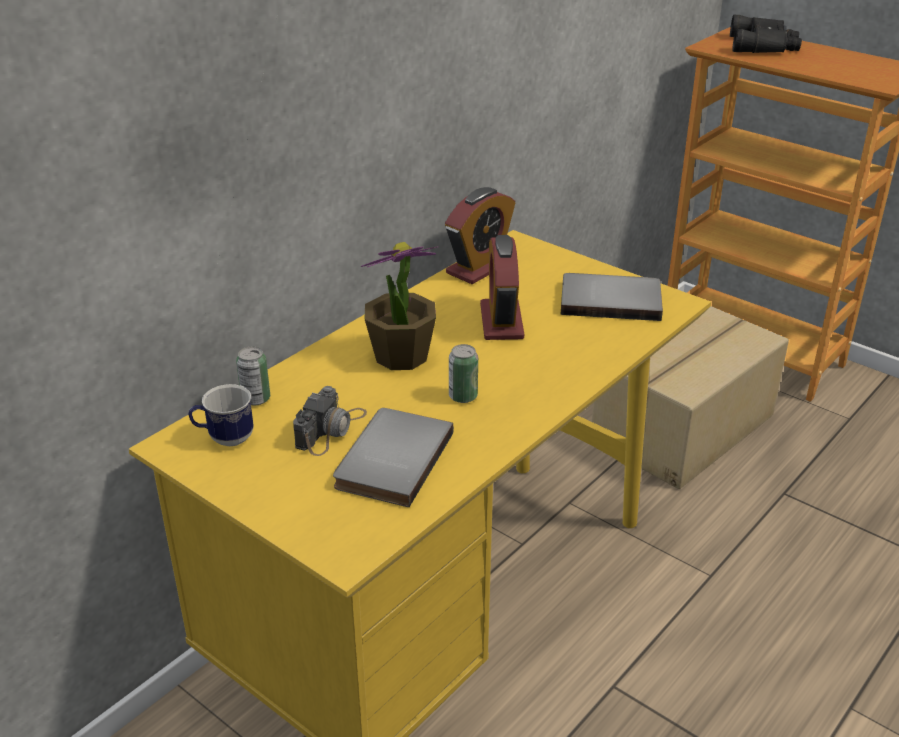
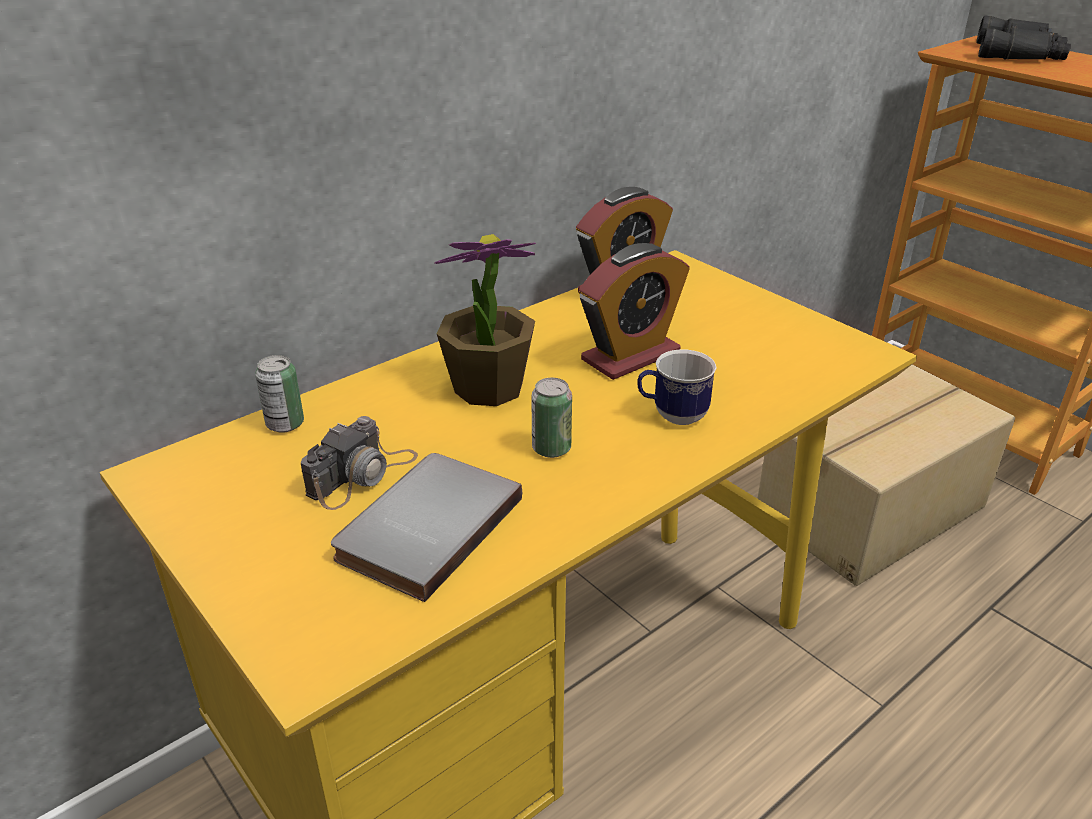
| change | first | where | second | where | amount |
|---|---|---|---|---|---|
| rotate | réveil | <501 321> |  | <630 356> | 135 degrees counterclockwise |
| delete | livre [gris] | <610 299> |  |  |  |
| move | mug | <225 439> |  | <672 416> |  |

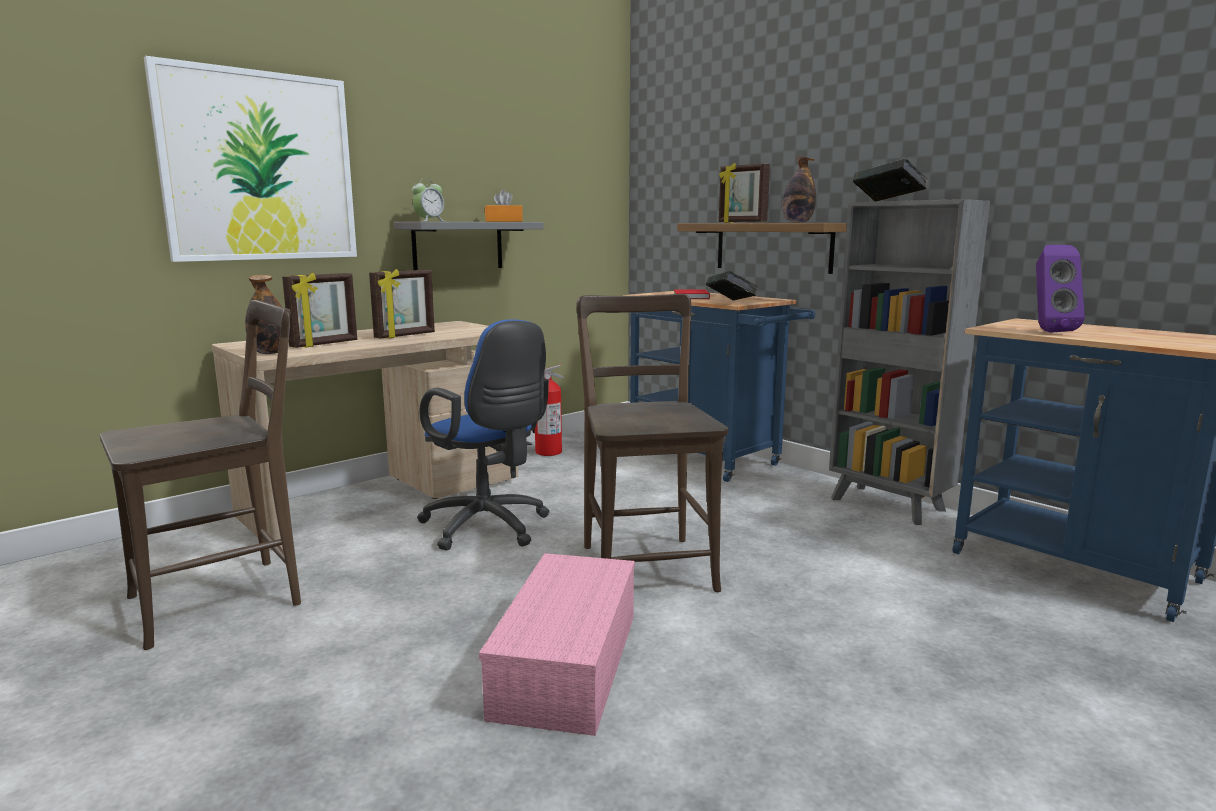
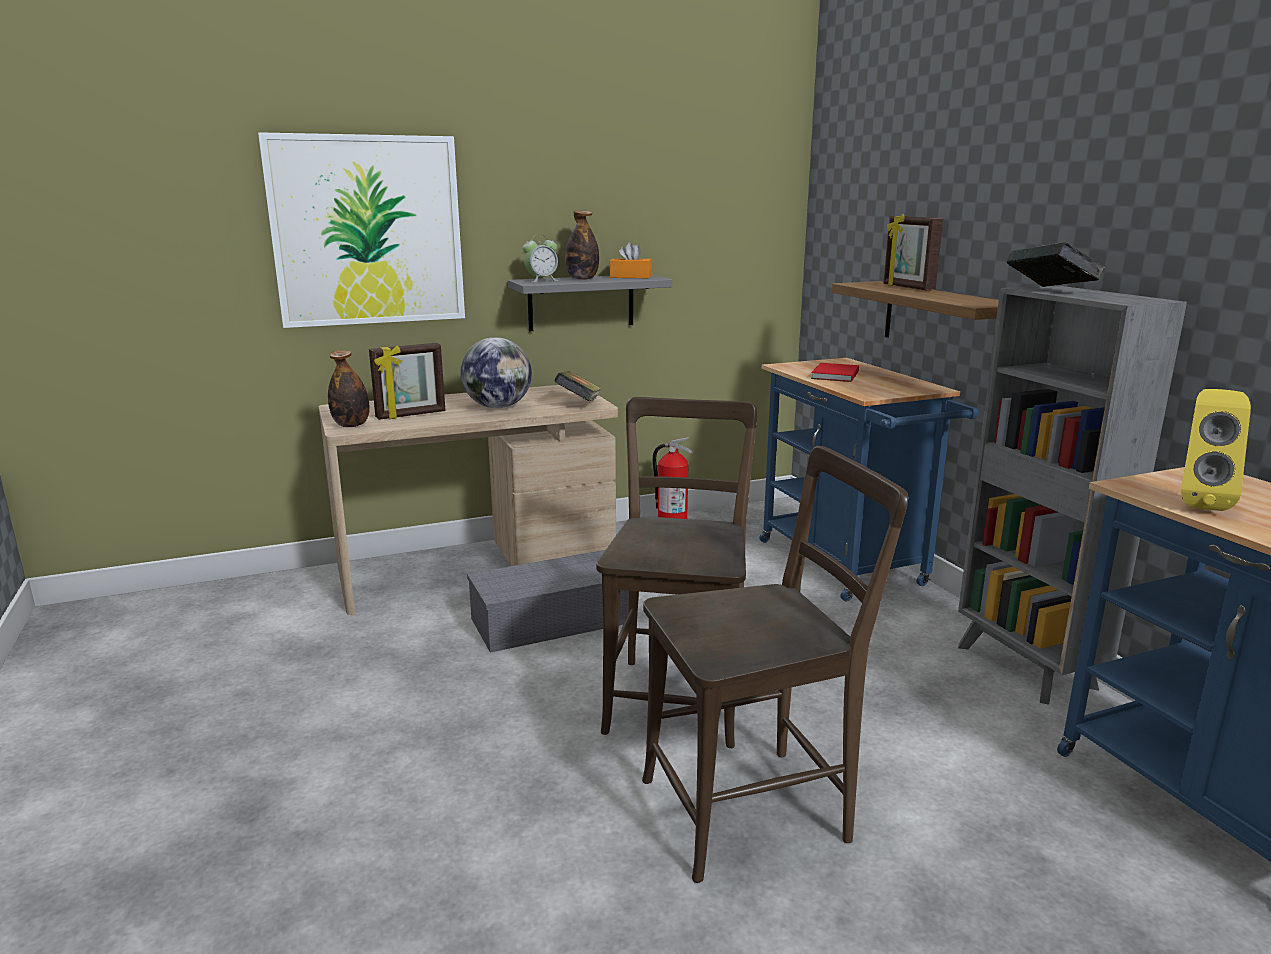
| change | first | where | second | where | amount |
|---|---|---|---|---|---|
| move | bouteille | <797 222> |  | <582 279> |  |
| recolor | enceinte [violet] | <1048 331> | enceinte [jaune] | <1199 503> |  |
| replace | cadre photo | <405 335> | globe | <498 407> |  |
| move | livre | <731 303> |  | <579 404> |  |
| move | chaise [marron] | <226 598> |  | <755 808> |  |
| replace | chaise de bureau [bleu] | <489 528> | boîte de rangement [gris] | <550 621> |  |
| delete | boîte de rangement [rose] | <568 665> |  |  |  |

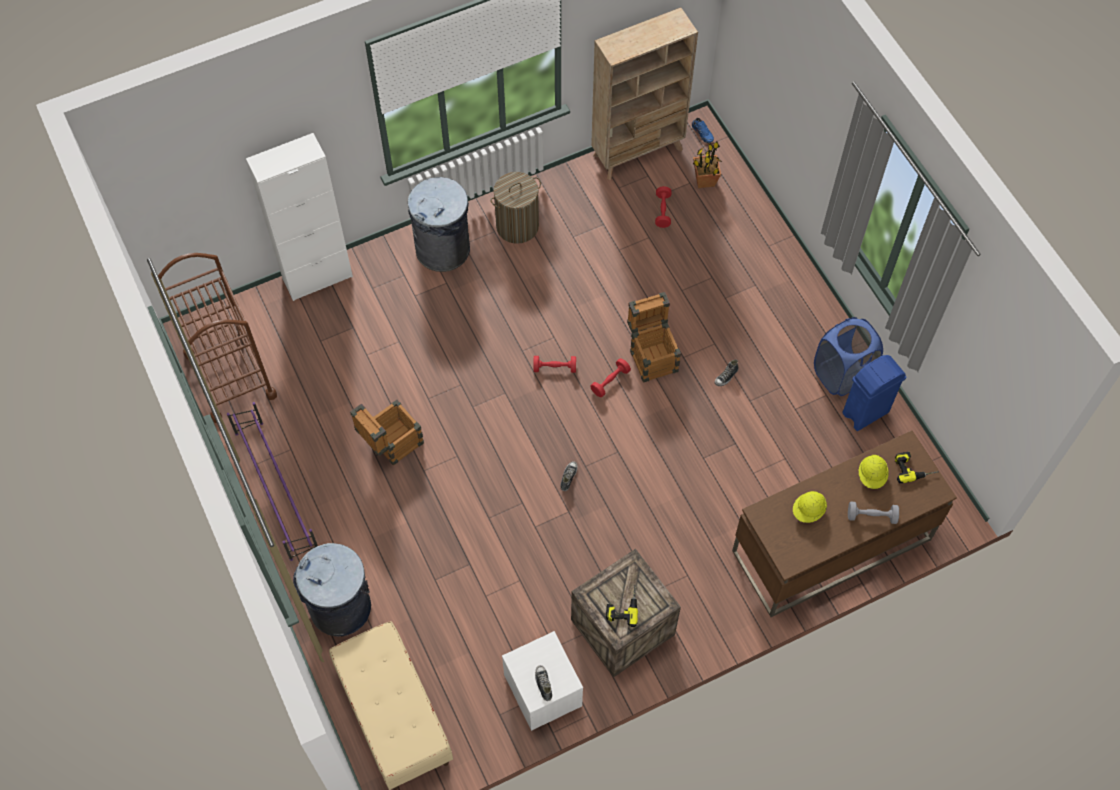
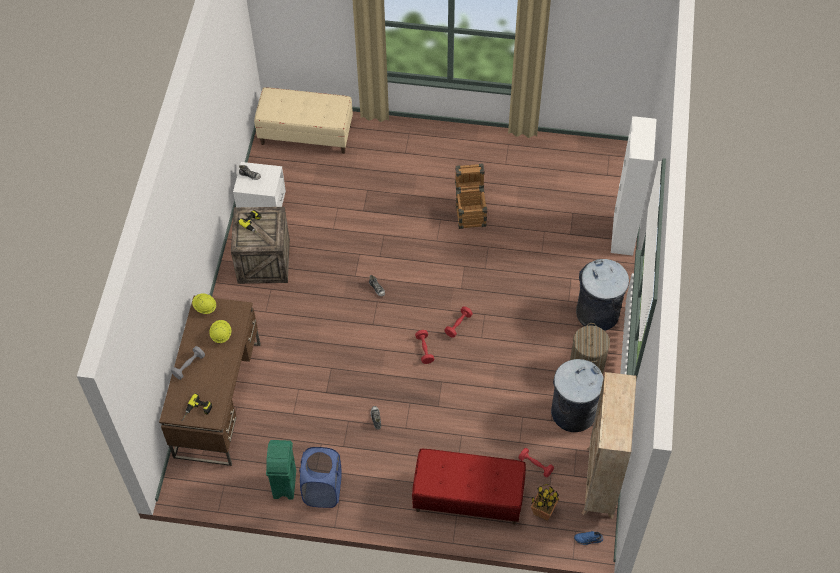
| change | first | where | second | where | amount |
|---|---|---|---|---|---|
| delete | chariot [marron] | <230 375> |  |  |  |
| delete | caisse | <652 356> |  |  |  |
| recolor | poubelle [bleu] | <866 413> | poubelle [vert] | <284 484> |  |
| delete | étagère à chaussures [violet] | <276 489> |  |  |  |
| move | casque de chantier [jaune] | <872 476> |  | <205 307> |  |
| move | poubelle [gris] | <341 608> |  | <573 412> |  |
| insert |  |  | banc [rouge] | <468 498> |  |

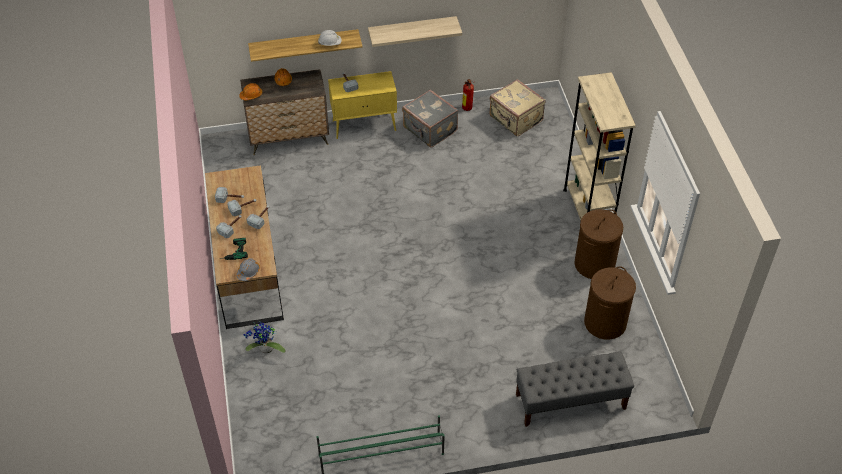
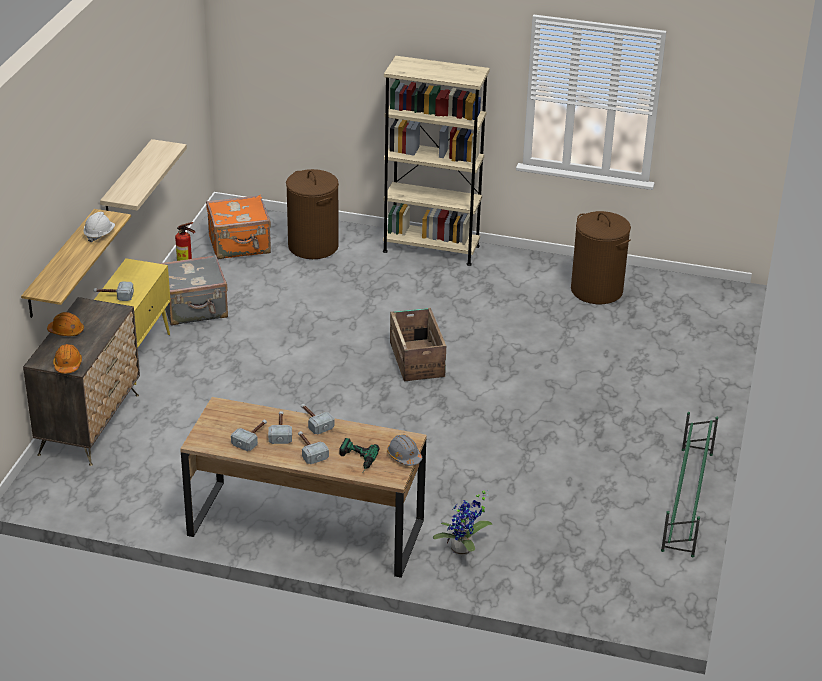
| change | first | where | second | where | amount |
|---|---|---|---|---|---|
| recolor | valise [beige] | <515 119> | valise [orange] | <240 245> |  |
| move | panier à linge [marron] | <594 264> |  | <313 246> |  |
| delete | banc [gris] | <570 402> |  |  |  |
| insert |  |  | caisse | <417 359> |  |

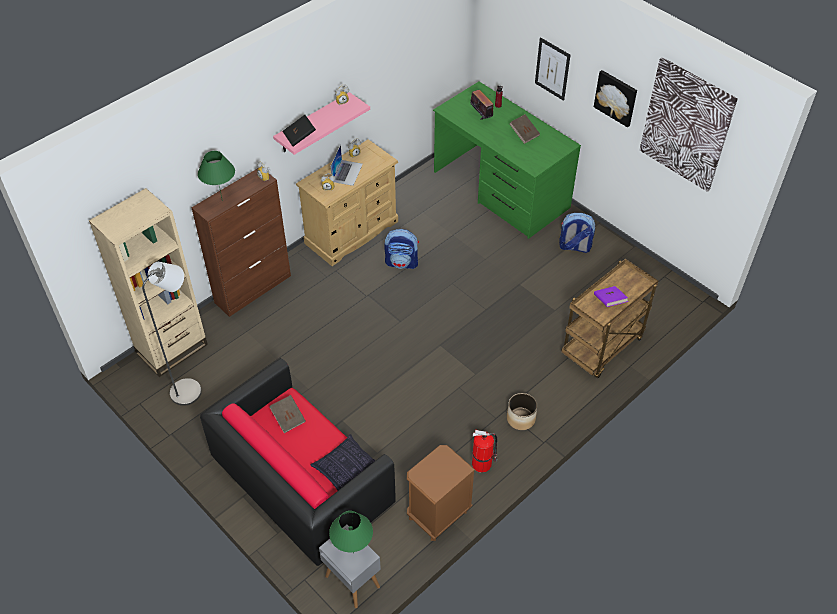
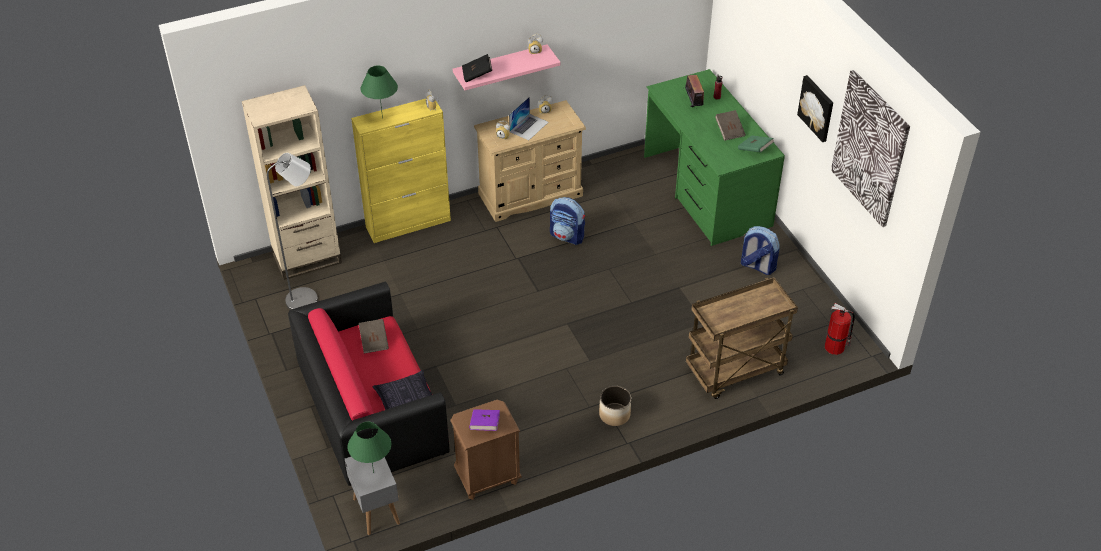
| change | first | where | second | where | amount |
|---|---|---|---|---|---|
| delete | tableau | <552 69> |  |  |  |
| recolor | meuble de rangement [marron] | <253 289> | meuble de rangement [jaune] | <408 223> |  |
| move | livre [violet] | <609 301> |  | <485 425> |  |
| move | extincteur | <482 463> |  | <835 347> |  |
| insert |  |  | livre [vert] | <755 150> |  |

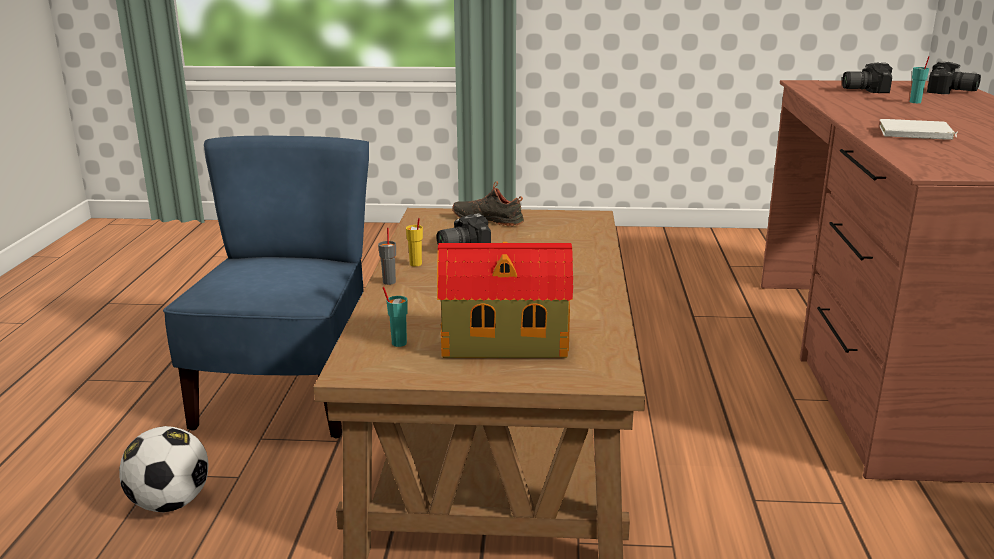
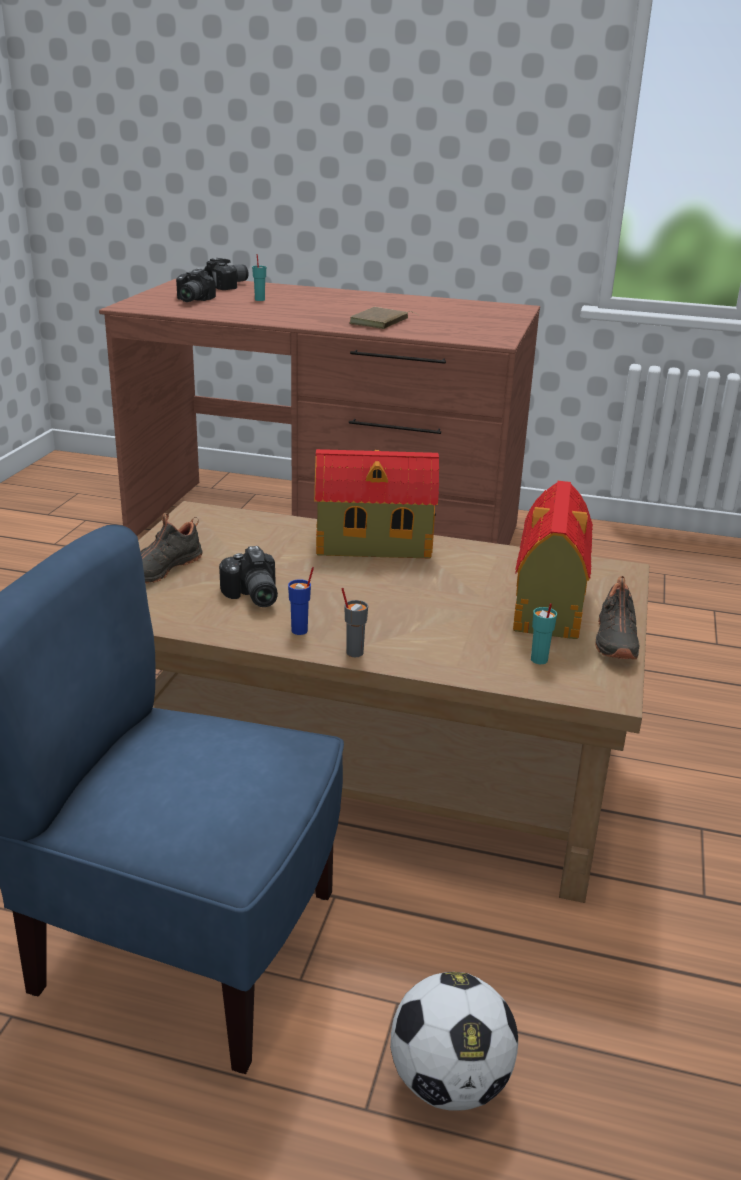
| change | first | where | second | where | amount |
|---|---|---|---|---|---|
| recolor | livre [blanc] | <914 134> | livre [marron] | <380 322> |  |
| recolor | tasse [jaune] | <415 264> | tasse [bleu] | <300 631> |  |
| insert |  |  | maison miniature | <370 545> |  |
| insert |  |  | chaussure [noir] | <614 639> |  |

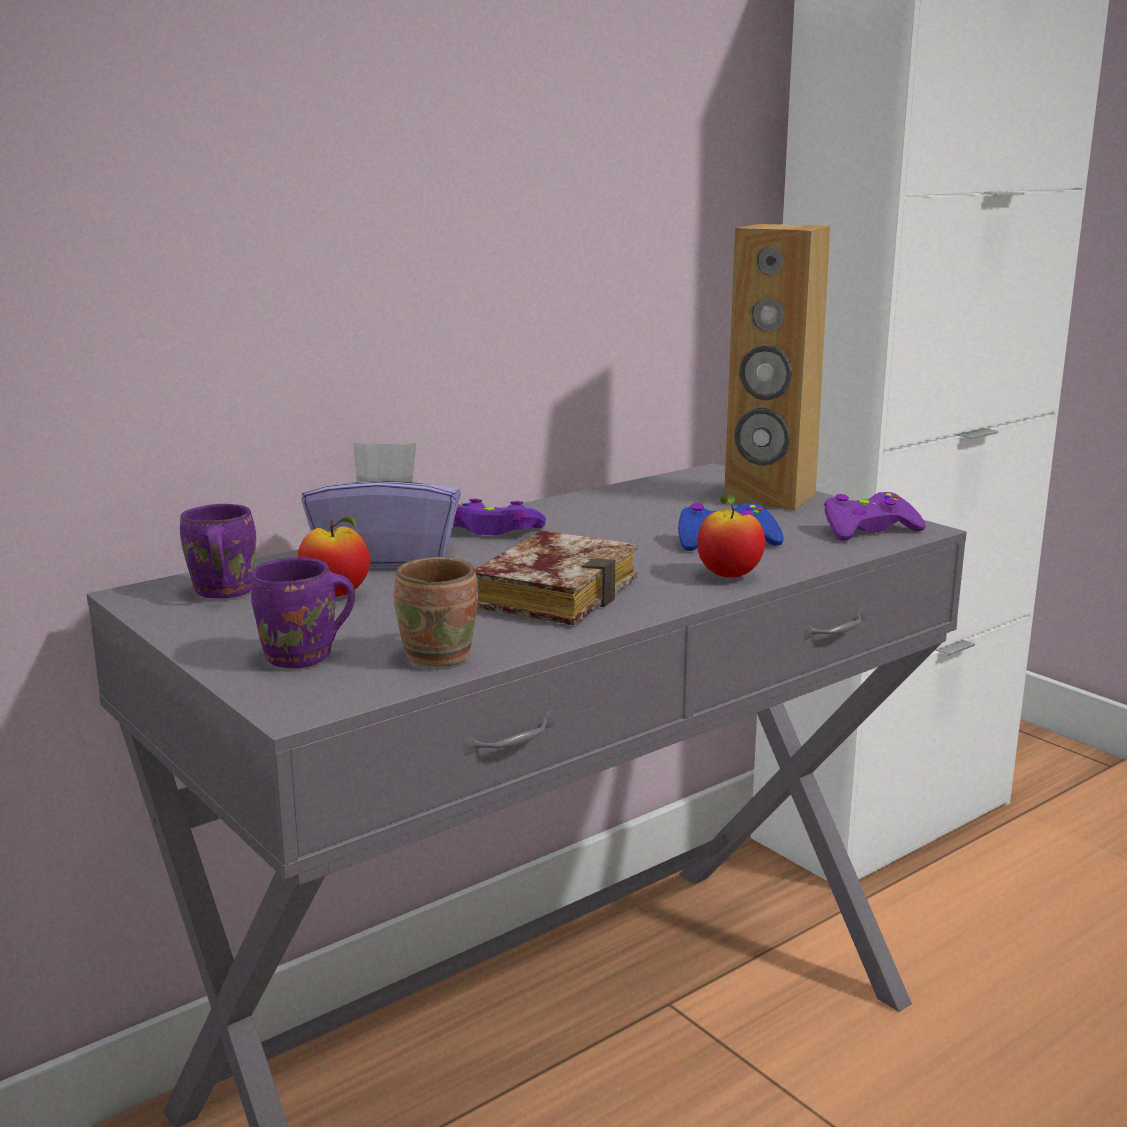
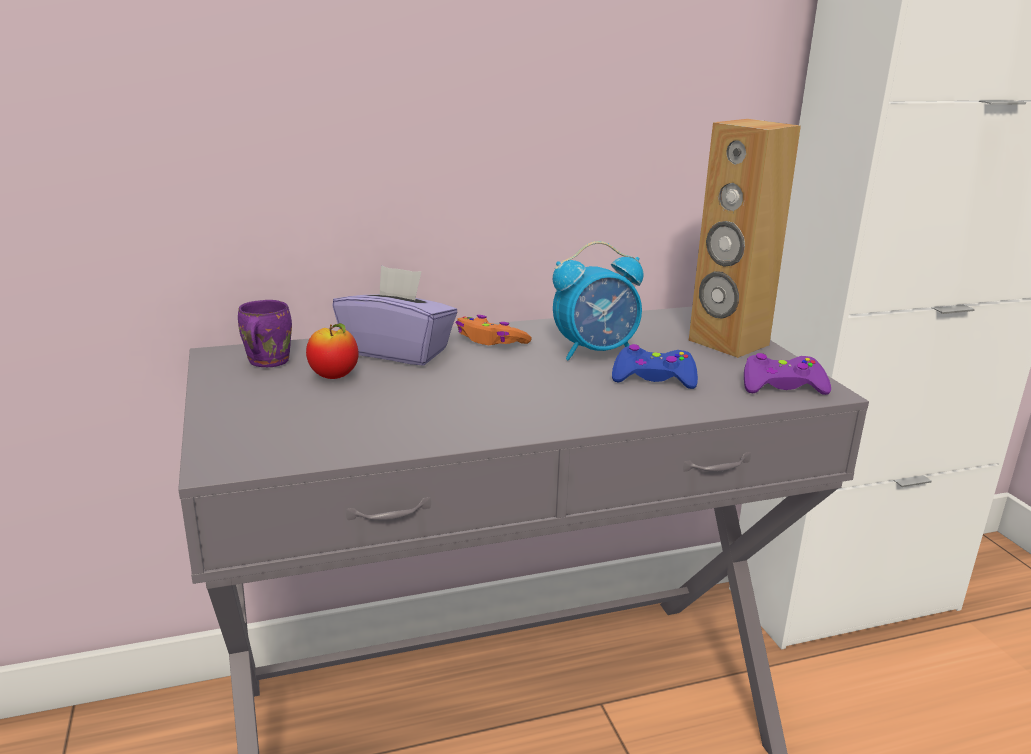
| change | first | where | second | where | amount |
|---|---|---|---|---|---|
| delete | pomme | <729 575> |  |  |  |
| recolor | manette [violet] | <493 531> | manette [orange] | <490 341> |  |
| delete | livre | <553 591> |  |  |  |
| delete | mug [violet] | <303 658> |  |  |  |
| delete | mug [marron] | <444 655> |  |  |  |
| insert |  |  | réveil | <596 352> |  |

